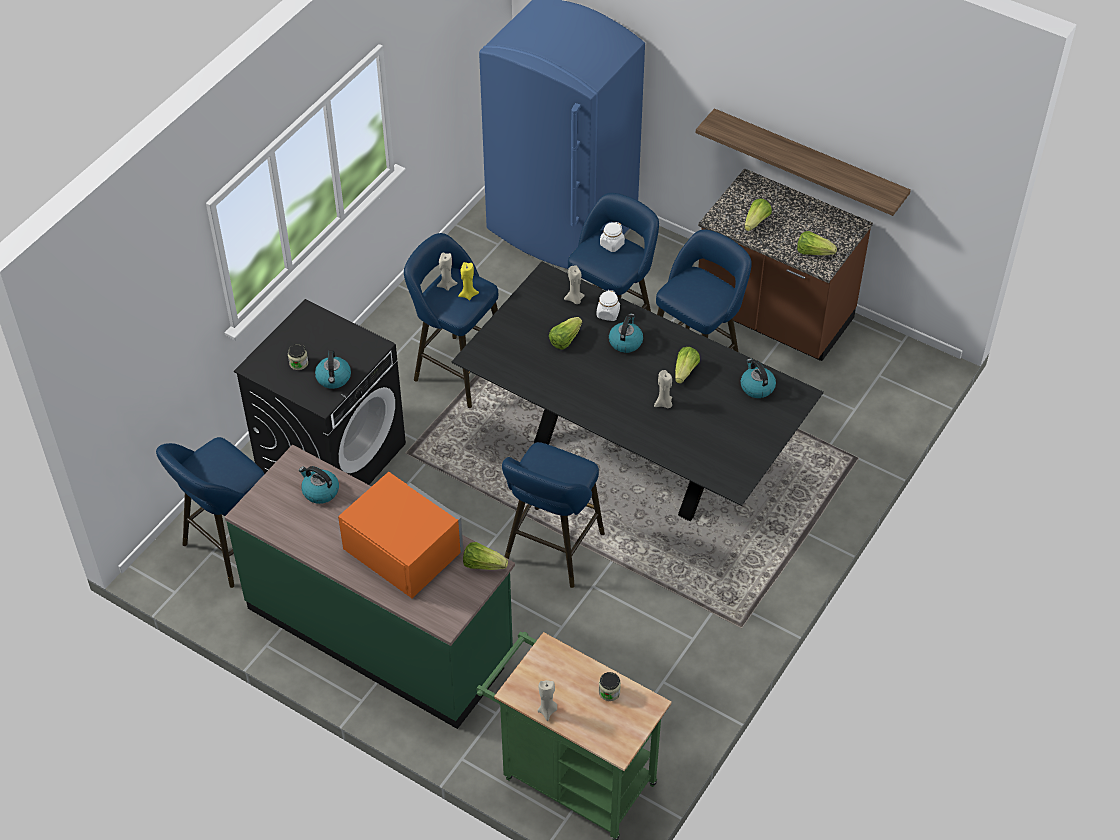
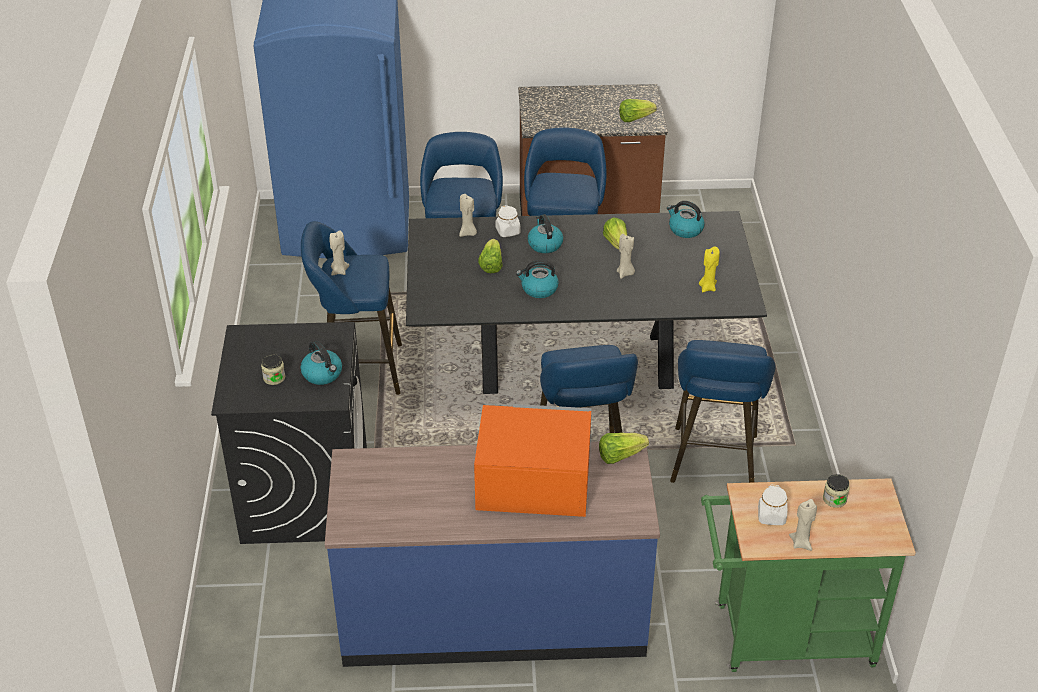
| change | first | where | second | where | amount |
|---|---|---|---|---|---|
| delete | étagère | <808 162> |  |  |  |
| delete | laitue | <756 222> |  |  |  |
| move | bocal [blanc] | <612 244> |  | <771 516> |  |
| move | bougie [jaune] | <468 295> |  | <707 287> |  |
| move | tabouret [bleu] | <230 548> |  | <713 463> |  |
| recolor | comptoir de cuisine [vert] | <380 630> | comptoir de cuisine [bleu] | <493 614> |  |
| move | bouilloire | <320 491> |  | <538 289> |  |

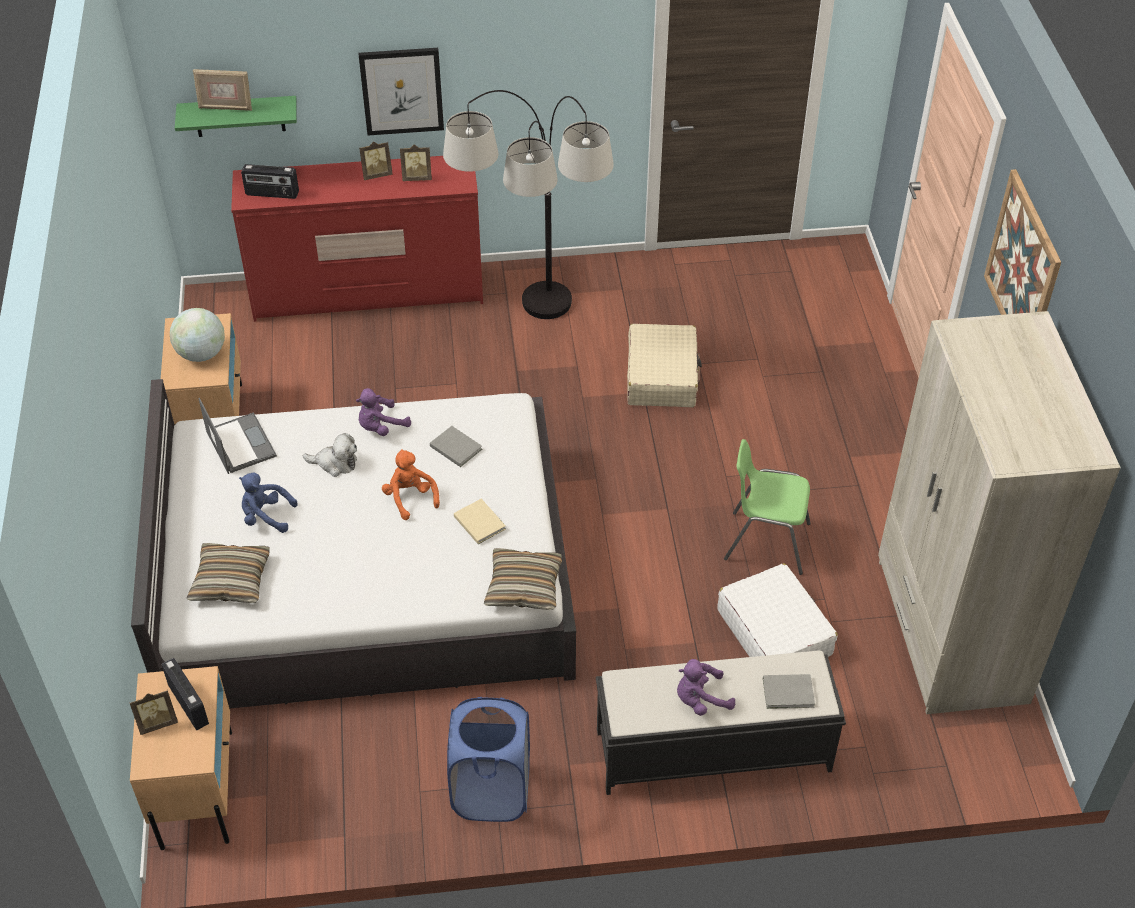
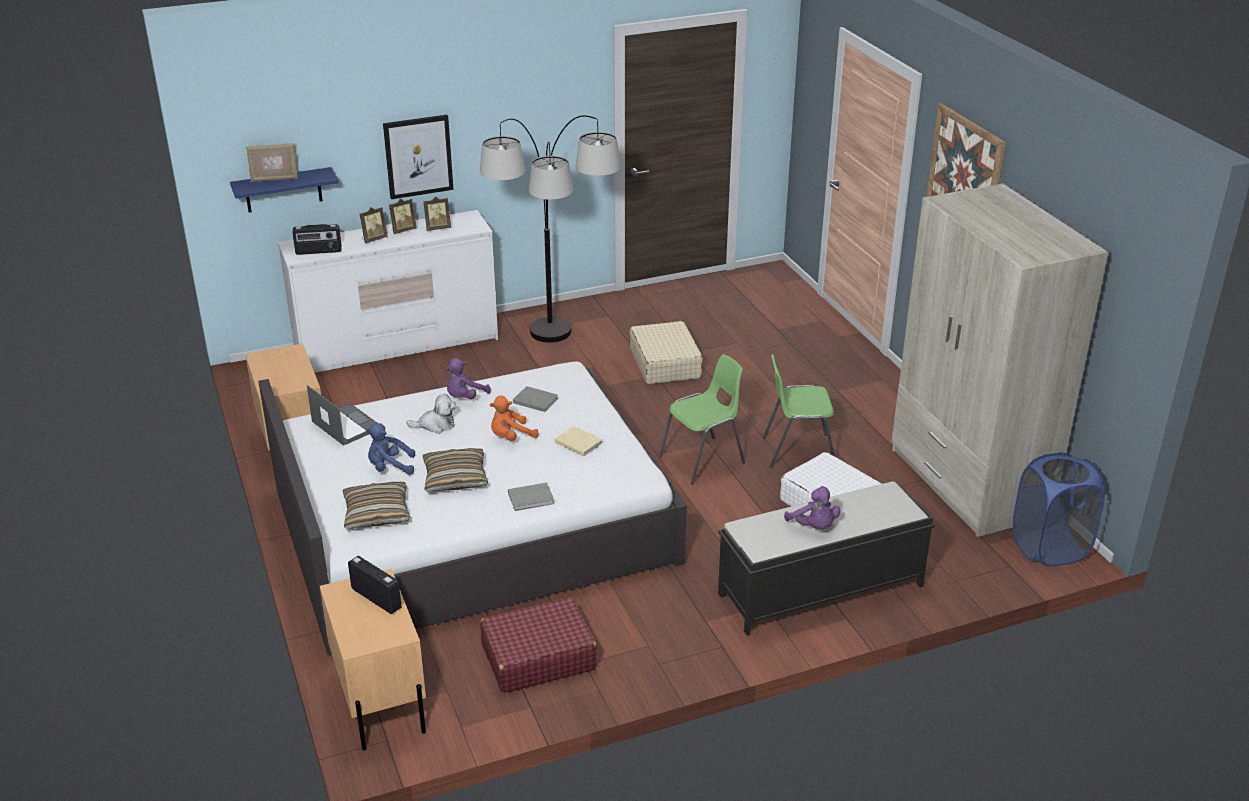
| change | first | where | second | where | amount |
|---|---|---|---|---|---|
| recolor | étagère [vert] | <239 116> | étagère [bleu] | <283 190> |  |
| recolor | commode [rouge] | <369 293> | commode [blanc] | <397 346> |  |
| delete | globe | <201 354> |  |  |  |
| rotate | peluche [orange] | <410 498> |  | <511 437> | 75 degrees counterclockwise |
| move | coussin | <524 586> |  | <455 478> |  |
| rotate | peluche [violet] | <700 699> |  | <814 527> | 90 degrees counterclockwise |
| move | livre [gris] | <789 693> |  | <532 498> |  |
| move | cadre photo | <157 722> |  | <373 239> |  |
| move | panier à linge [bleu] | <491 792> |  | <1049 548> |  |
| insert |  |  | chaise [vert] | <703 460> |  |
| insert |  |  | valise [rouge] | <538 657> |  |

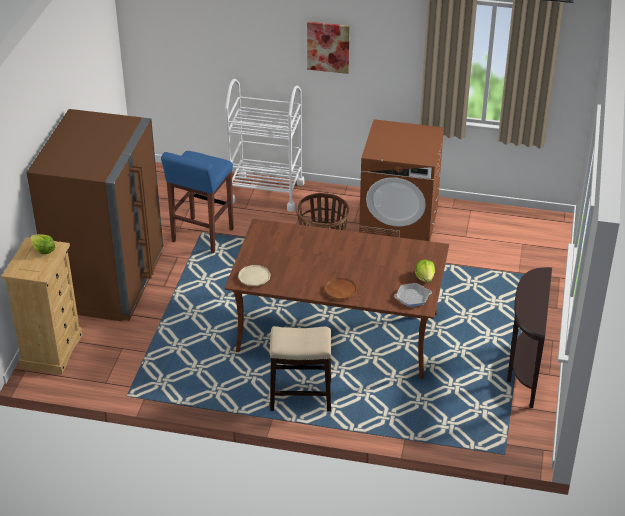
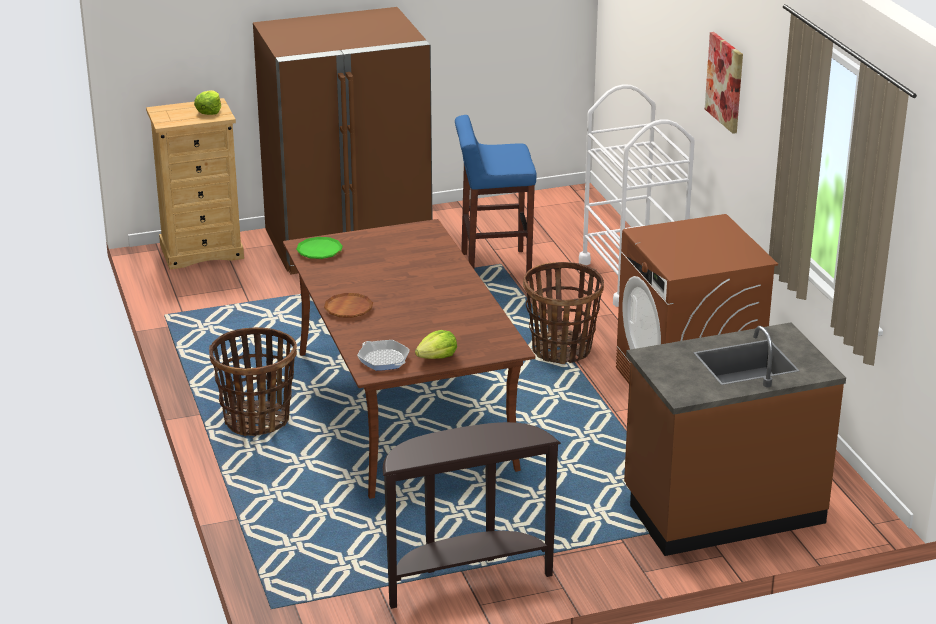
| change | first | where | second | where | amount |
|---|---|---|---|---|---|
| recolor | assiette [beige] | <254 277> | assiette [vert] | <319 251> |  |
| replace | tabouret | <300 396> | panier | <257 420> |  |
| insert |  |  | comptoir de cuisine [marron] | <722 508> |  |

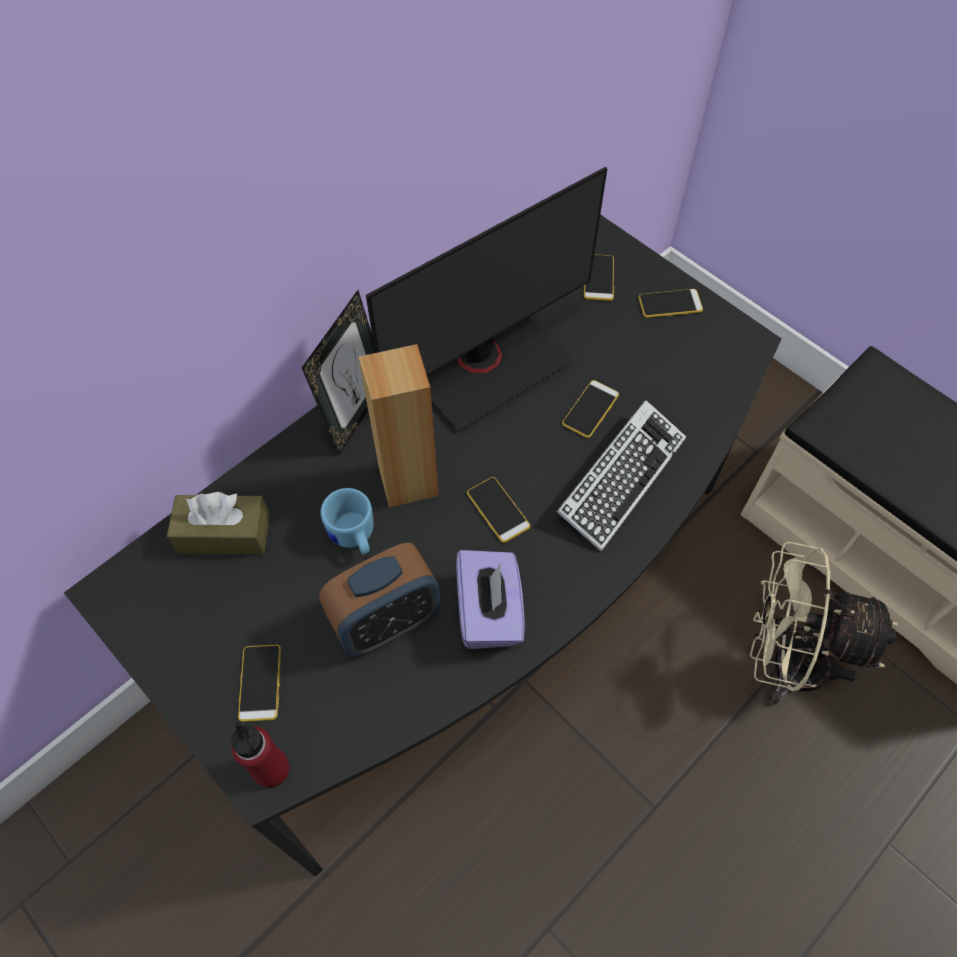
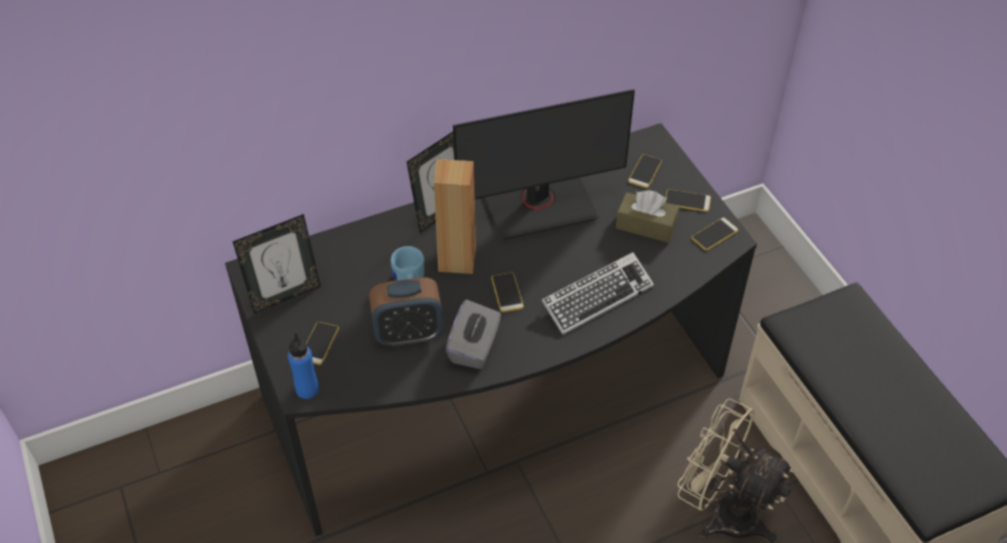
| change | first | where | second | where | amount |
|---|---|---|---|---|---|
| move | téléphone | <590 409> |  | <714 234> |  |
| move | boîte à mouchoirs [marron] | <224 533> |  | <646 225> |  |
| recolor | boîte à mouchoirs [violet] | <489 612> | boîte à mouchoirs [gris] | <474 347> |  |
| recolor | bouteille [rouge] | <271 769> | bouteille [bleu] | <307 389> |  |
| insert |  |  | cadre photo | <285 296> |  |

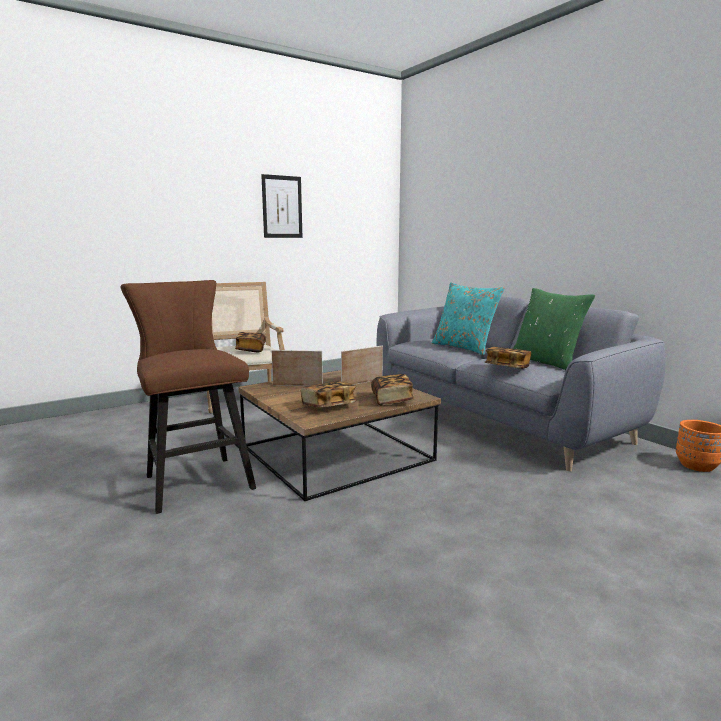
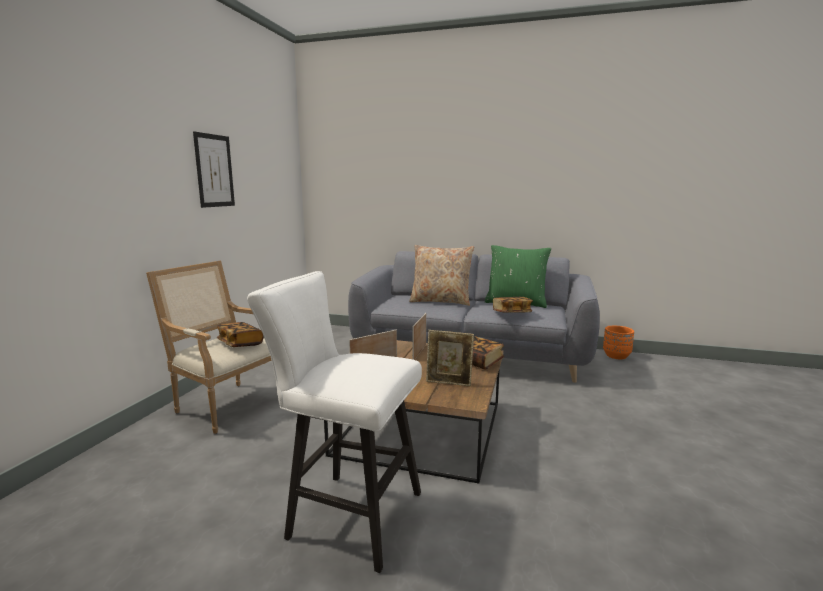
| change | first | where | second | where | amount |
|---|---|---|---|---|---|
| recolor | tabouret [marron] | <195 480> | tabouret [blanc] | <347 514> |  |
| recolor | coussin [turquoise] | <464 347> | coussin [beige] | <441 301> |  |
| replace | livre | <328 406> | cadre photo | <449 383> |  |

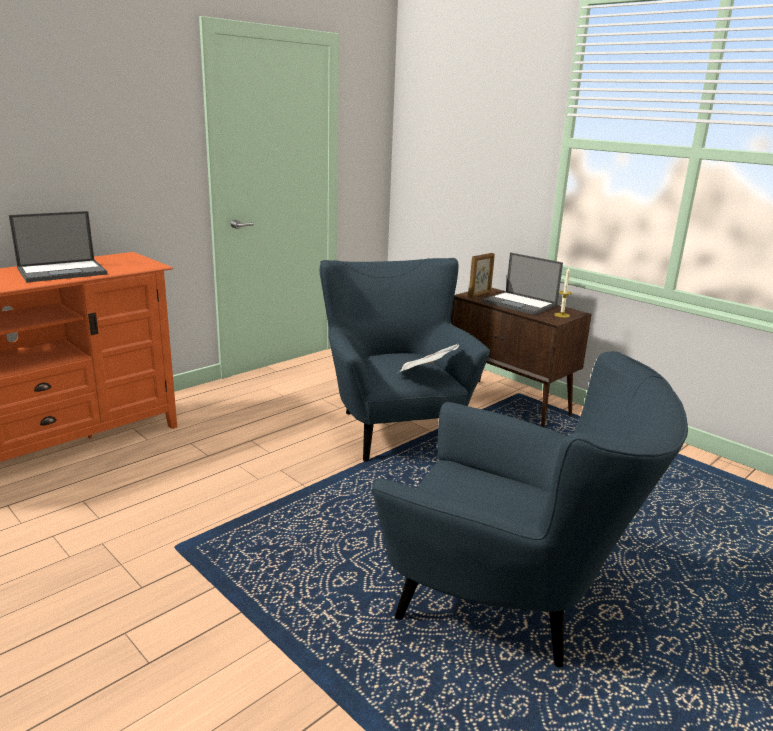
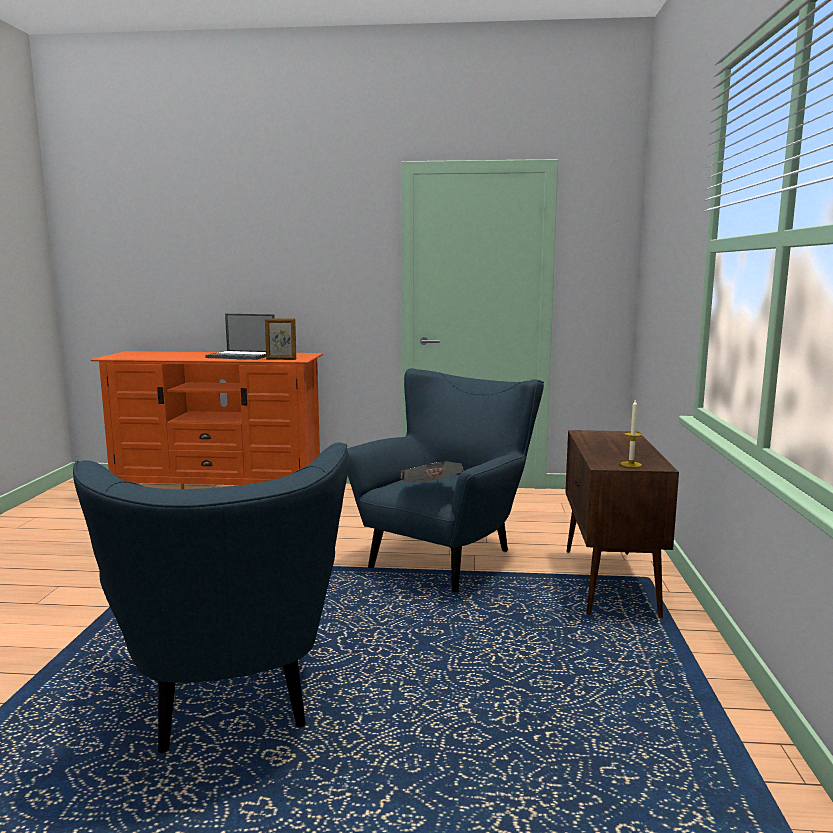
| change | first | where | second | where | amount |
|---|---|---|---|---|---|
| delete | ordinateur portable | <520 304> |  |  |  |
| move | cadre photo | <480 295> |  | <281 359> |  |

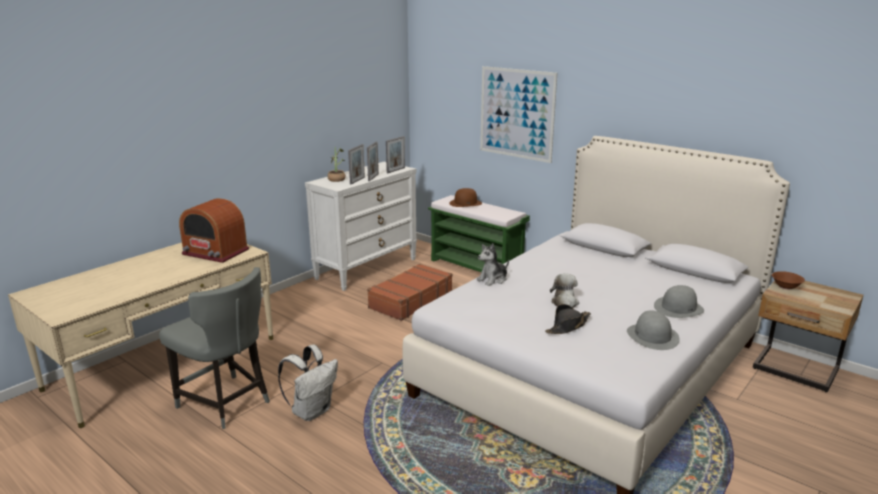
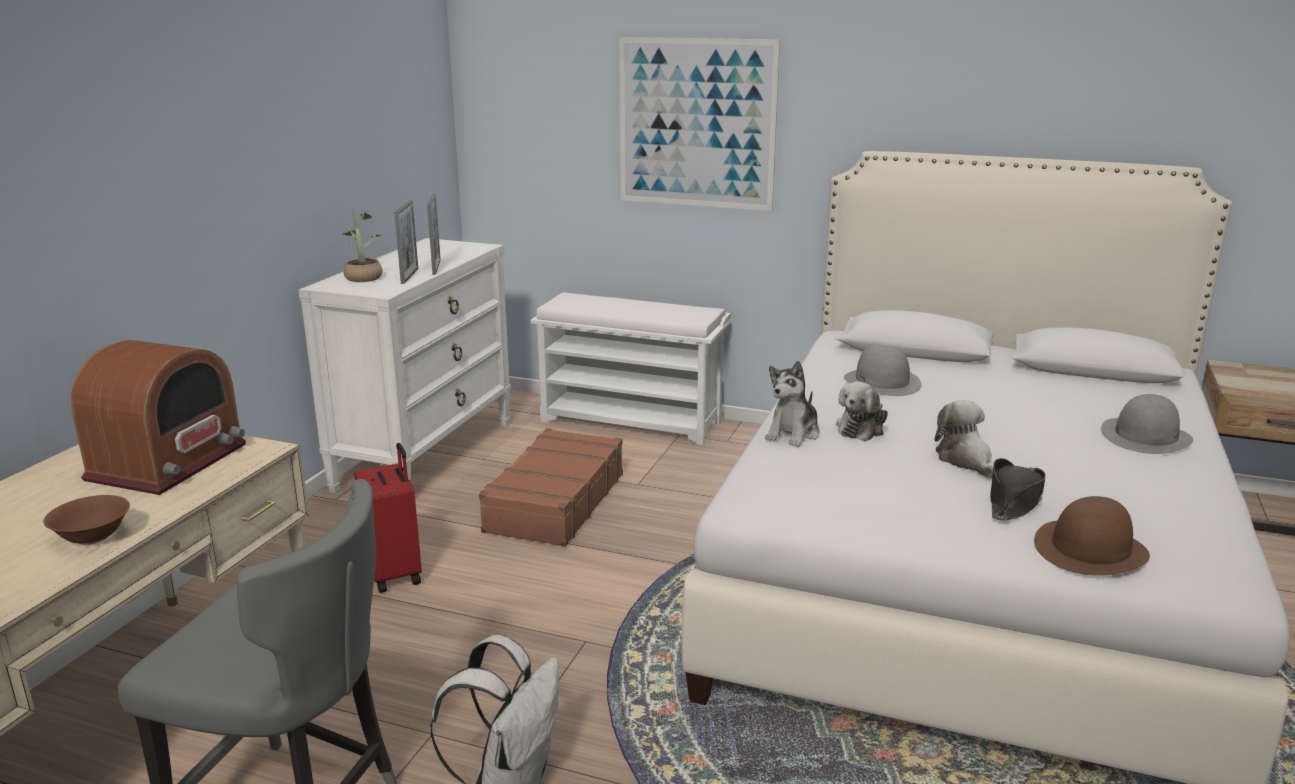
| change | first | where | second | where | amount |
|---|---|---|---|---|---|
| delete | cadre photo | <396 170> |  |  |  |
| move | chapeau [marron] | <465 203> |  | <1090 549> |  |
| recolor | banc [vert] | <477 266> | banc [blanc] | <632 421> |  |
| rotate | radio | <215 252> |  | <169 462> | 75 degrees counterclockwise |
| move | bol [marron] | <785 287> |  | <92 537> |  |
| move | chapeau [gris] | <652 336> |  | <882 382> |  |
| insert |  |  | peluche | <861 428> |  |
| insert |  |  | valise [rouge] | <395 573> |  |

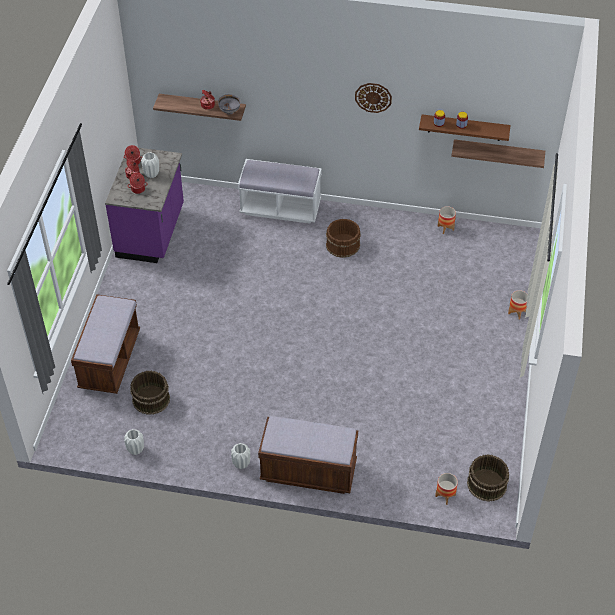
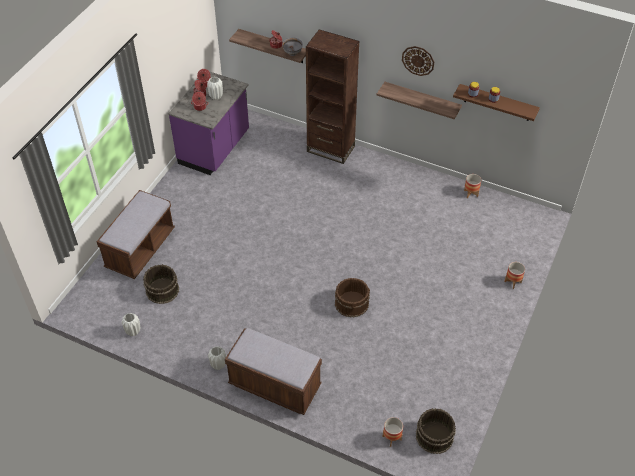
| change | first | where | second | where | amount |
|---|---|---|---|---|---|
| move | étagère | <498 152> |  | <421 100> |  |
| replace | banc [blanc] | <280 208> | bibliothèque [marron] | <330 149> |  |
| move | seau [marron] | <342 245> |  | <351 303> |  |

